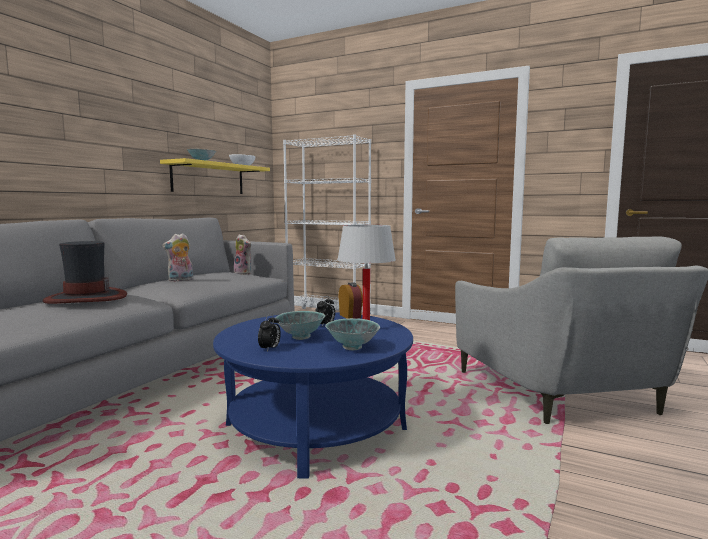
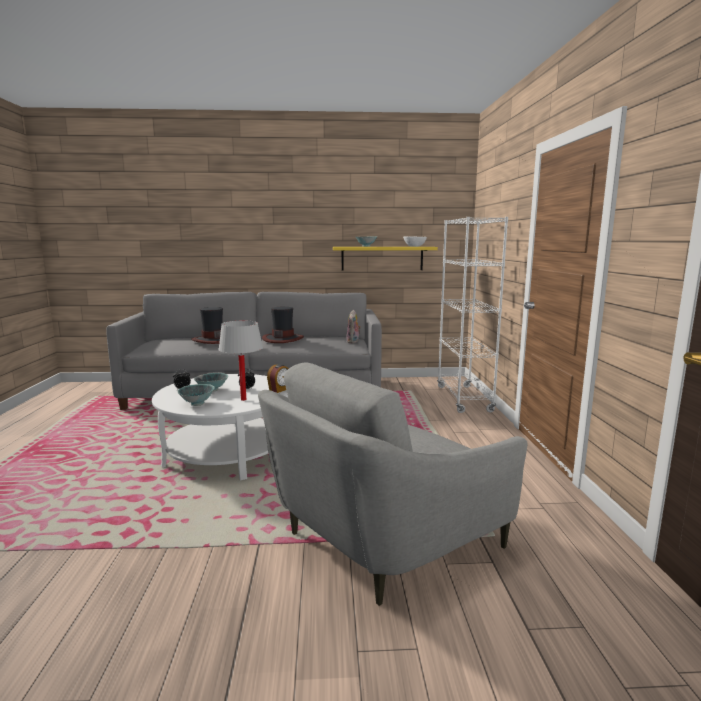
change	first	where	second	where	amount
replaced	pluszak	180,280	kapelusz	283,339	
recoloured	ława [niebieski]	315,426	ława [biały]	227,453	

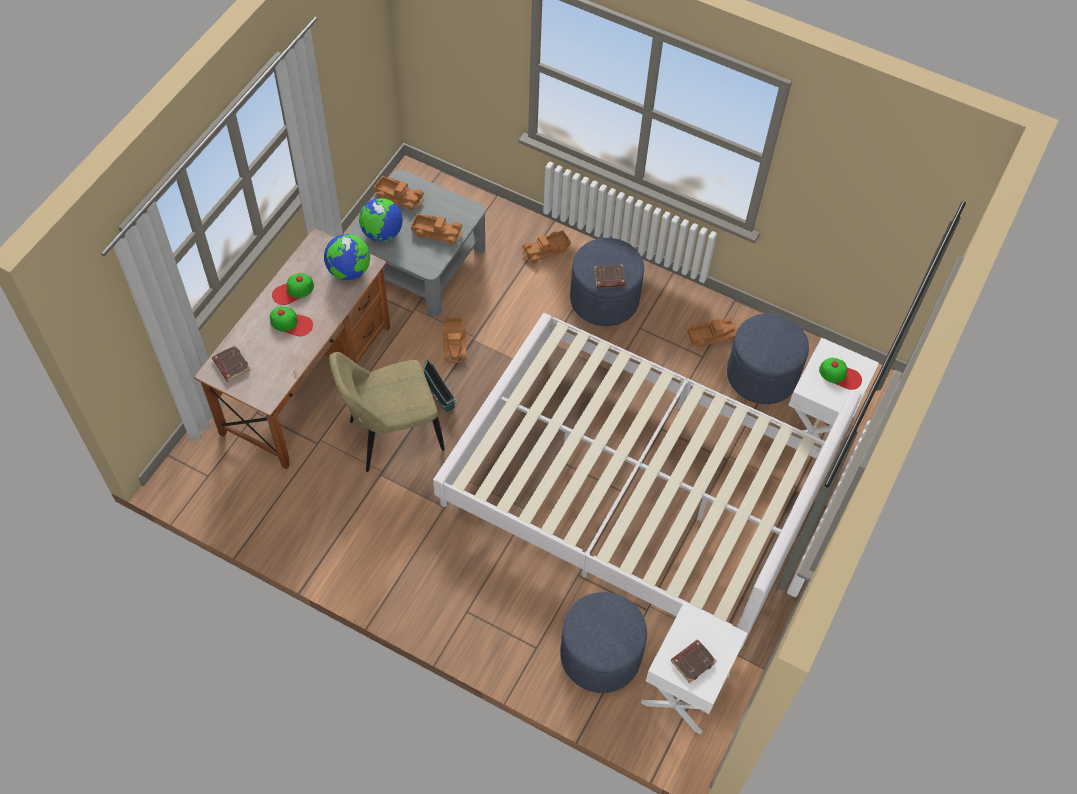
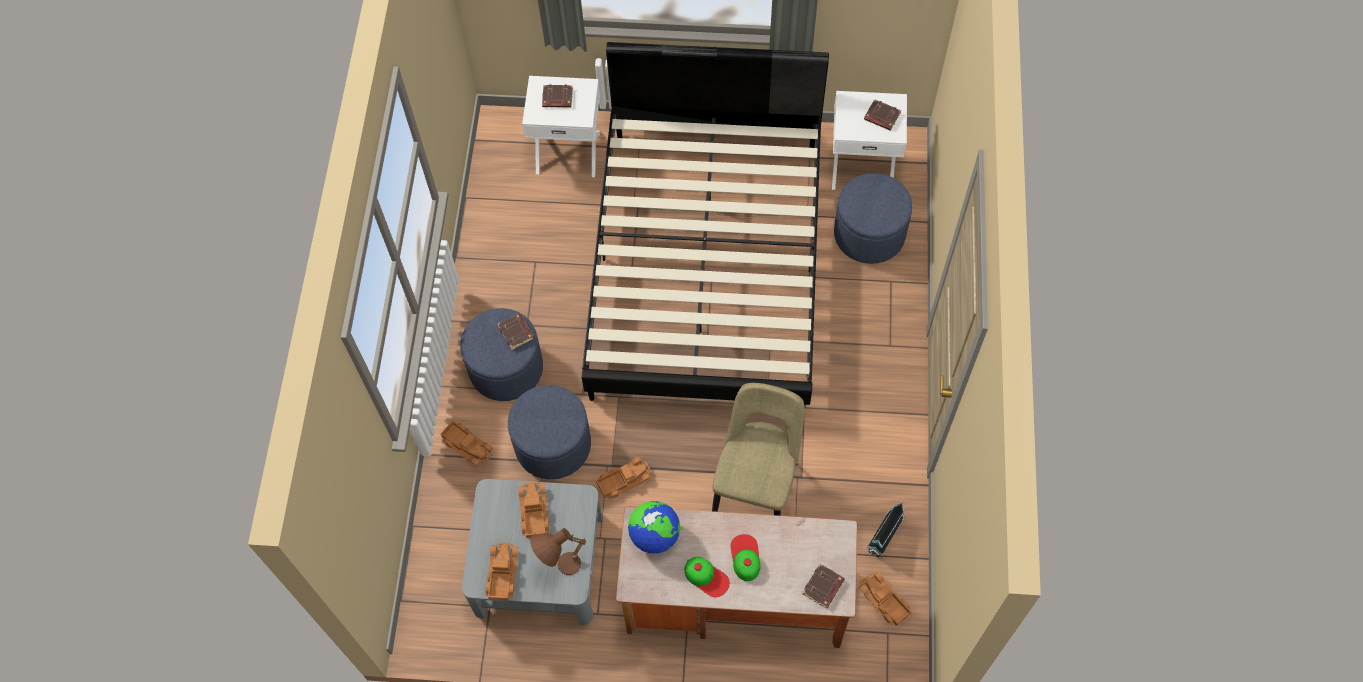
change	first	where	second	where	amount
turned	krzesło [beżowy]	391,436		757,487	120 degrees counterclockwise
replaced	globus	382,233	lampa stołowa [brązowy]	560,566	
moved	domek	440,395		885,535	
recoloured	łóżko [biały]	633,491	łóżko [czarny]	707,266	
moved	ciężarówka zabawkowa	711,335		883,601	
moved	pufa [niebieski]	762,375		553,444	
replaced	czapka z daszkiem	840,375	książka [brązowy]	557,98	

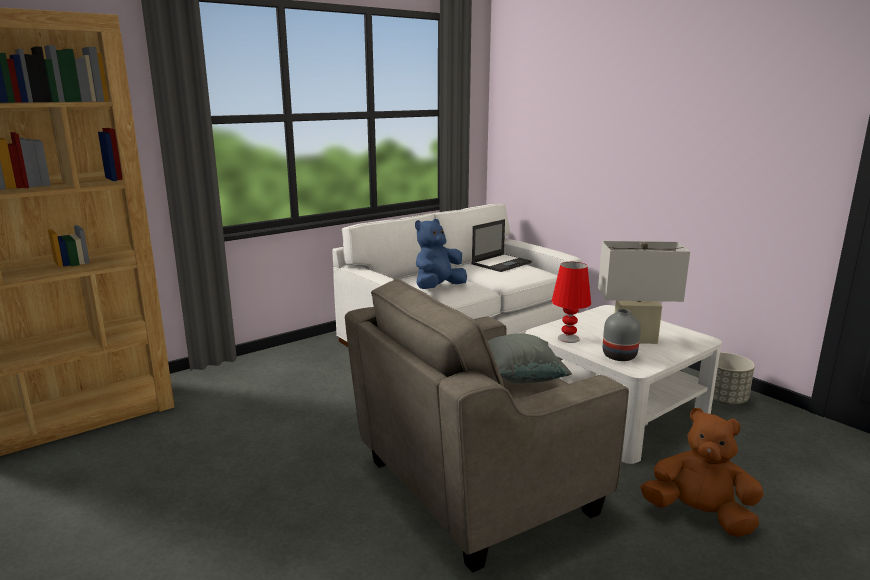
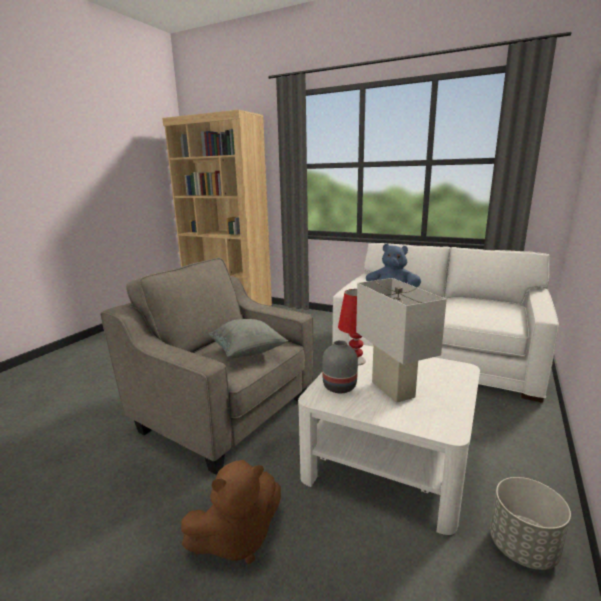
change	first	where	second	where	amount
removed	laptop	501,263			
turned	pluszak [brązowy]	699,515		237,539	60 degrees clockwise

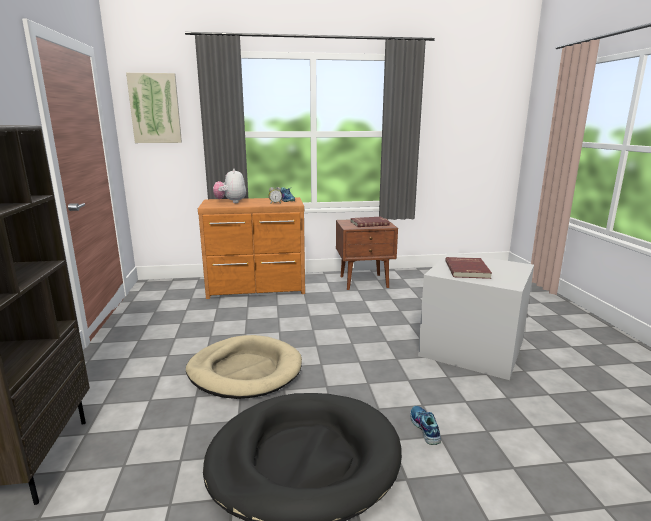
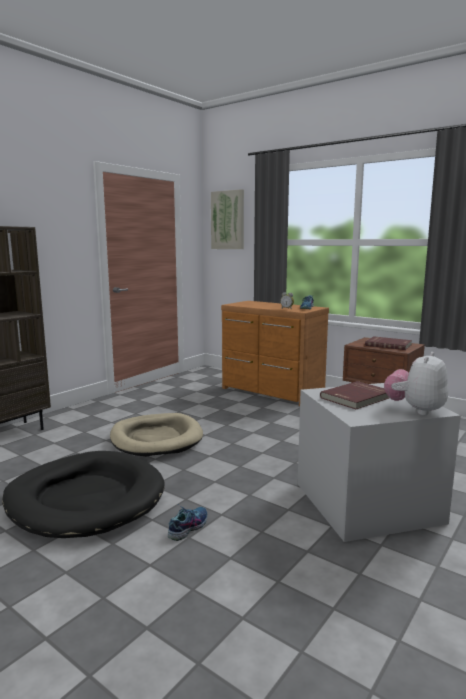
change	first	where	second	where	amount
moved	pluszak	231,202		415,410	

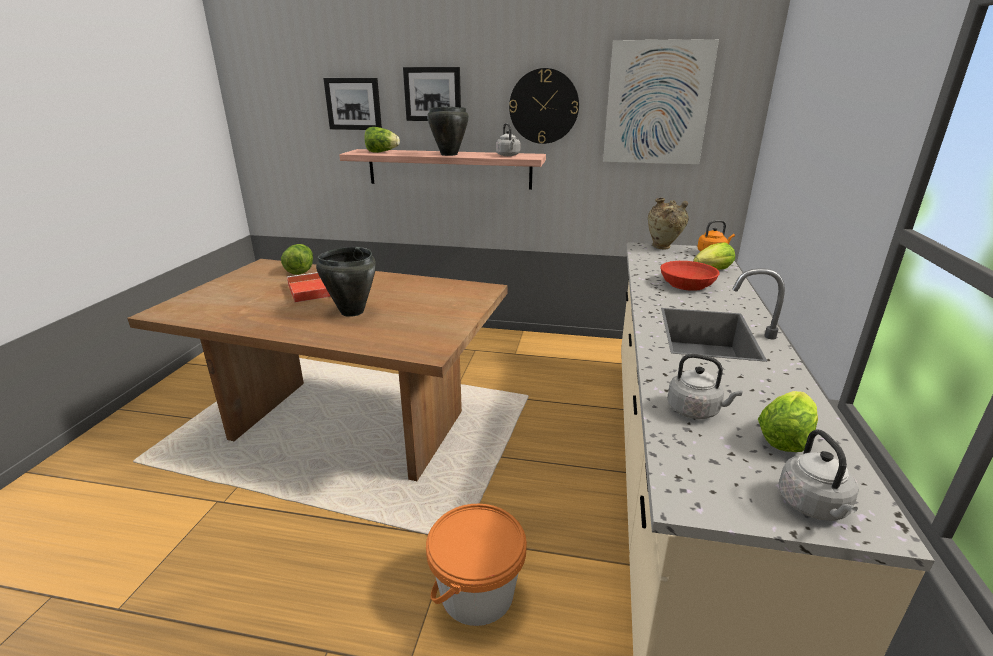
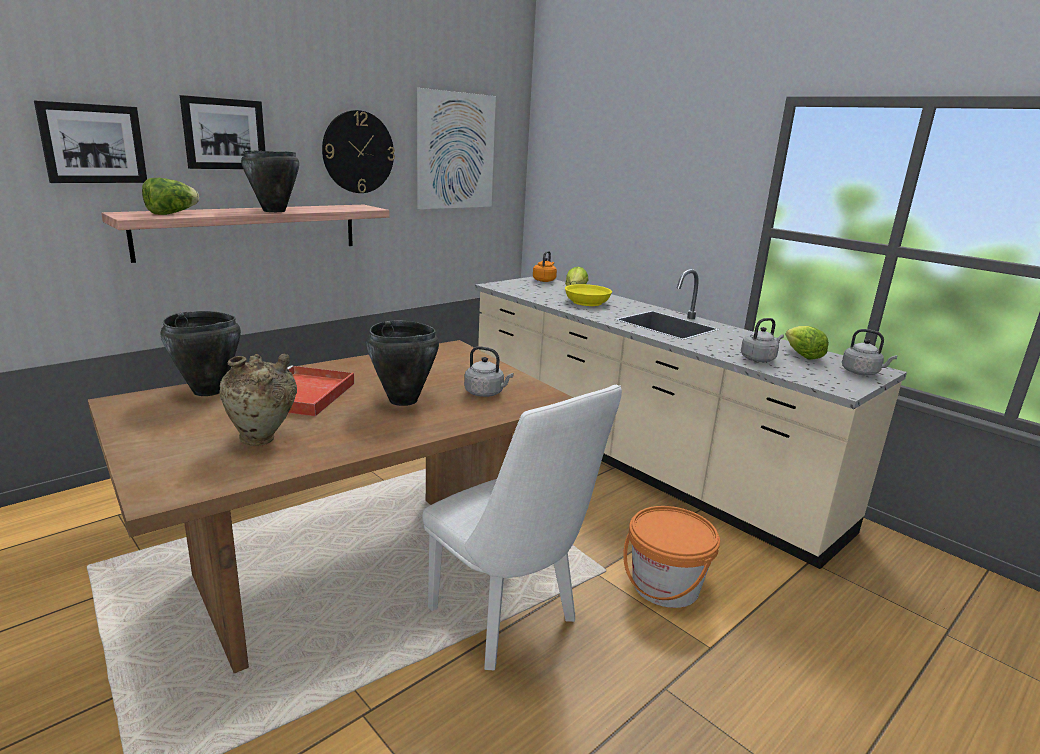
change	first	where	second	where	amount
replaced	sałata	301,270	garnek [czarny]	208,391	
moved	czajnik [szary]	508,155		486,393	
moved	wazon [beżowy]	663,248		263,440	
recoloured	miska [czerwony]	687,284	miska [żółty]	587,302	
added			krzesło [biały]	510,621	

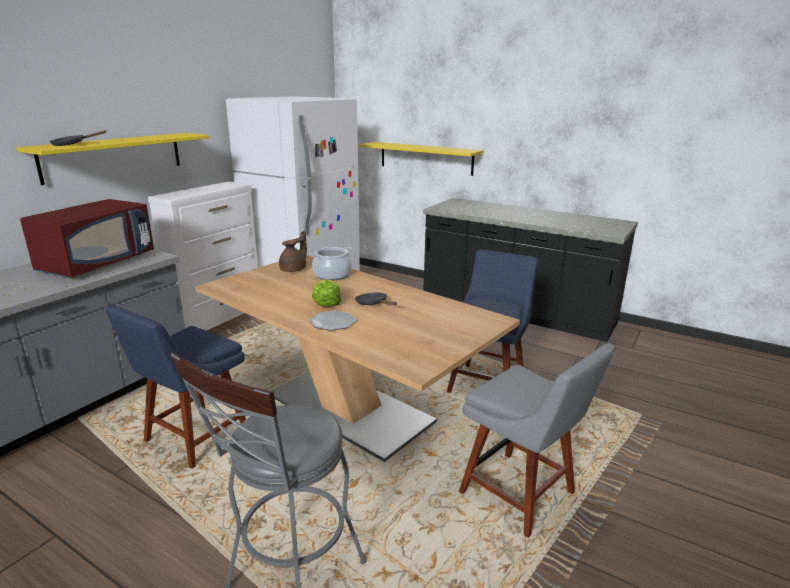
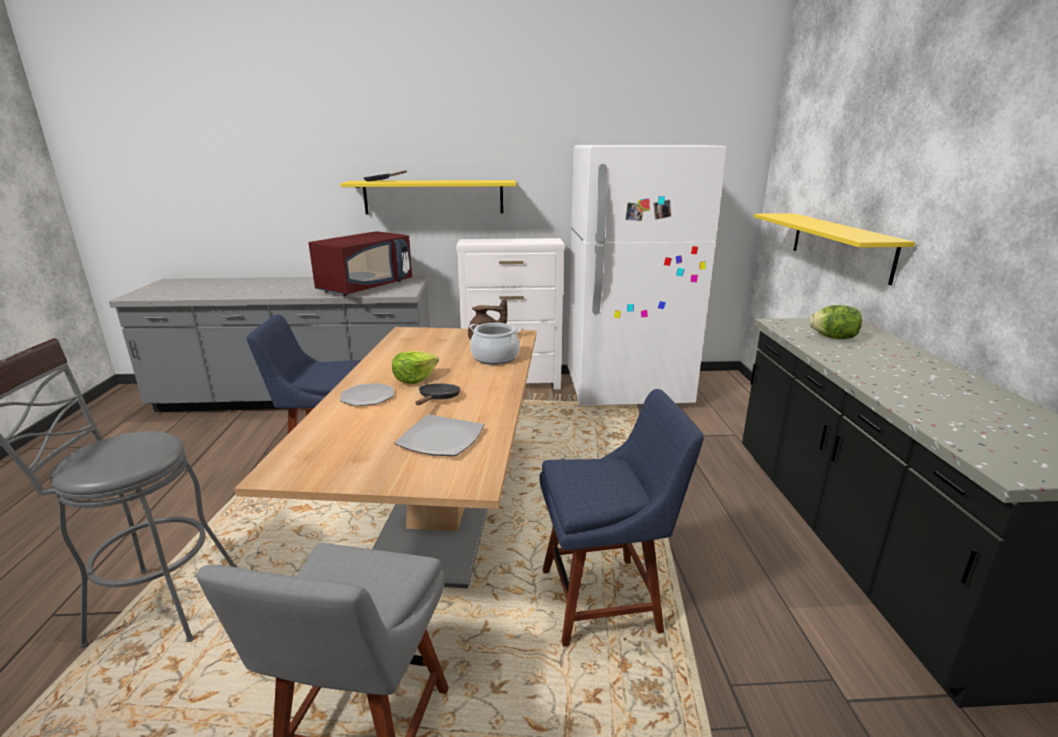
change	first	where	second	where	amount
turned	mikrofalówka [czerwony]	98,264		366,287	45 degrees counterclockwise
added			talerz	440,438	
added			sałata	833,338	

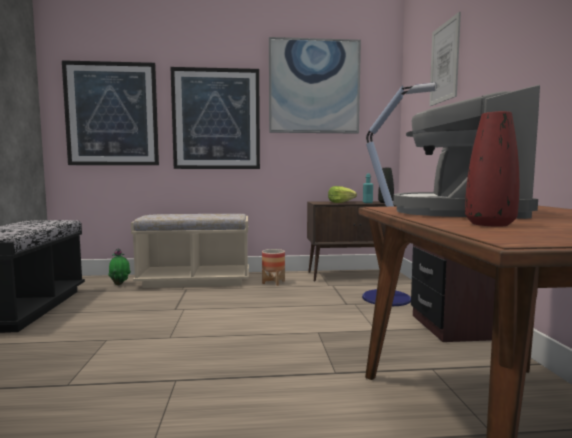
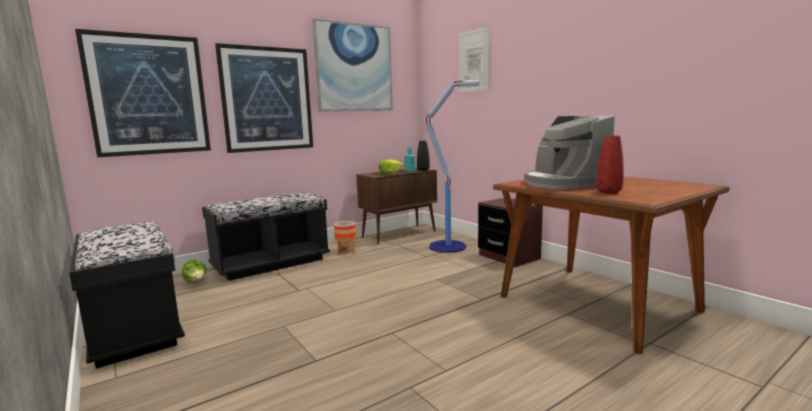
change	first	where	second	where	amount
replaced	roślina doniczkowa	120,284	sałata	196,282	
recoloured	ławka [beżowy]	195,280	ławka [czarny]	271,263	

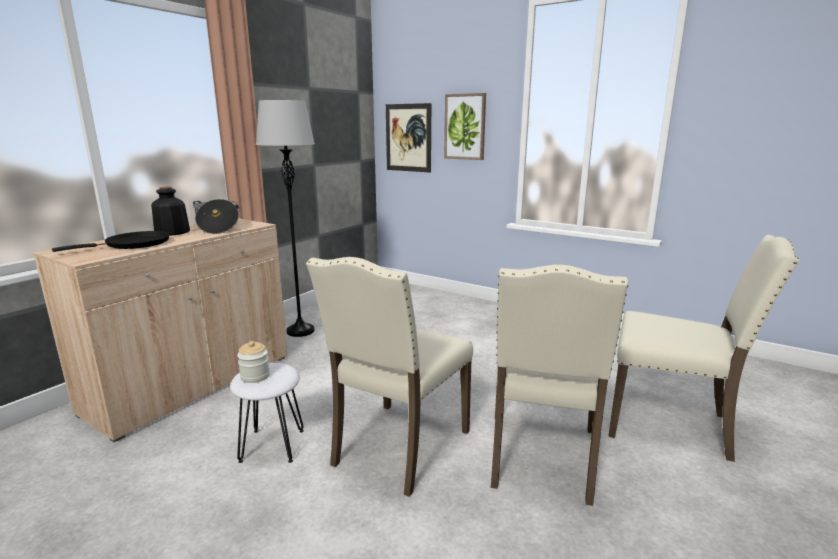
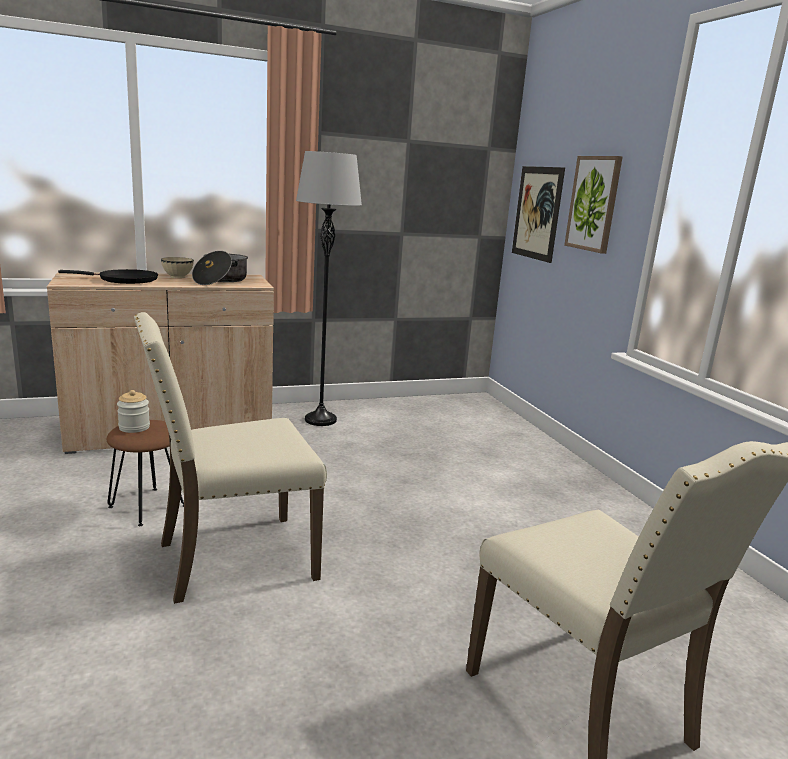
change	first	where	second	where	amount
replaced	butelka	172,232	miska [beżowy]	177,277	
recoloured	stołek [biały]	271,445	stołek [brązowy]	147,506	
removed	krzesło [beżowy]	541,458			

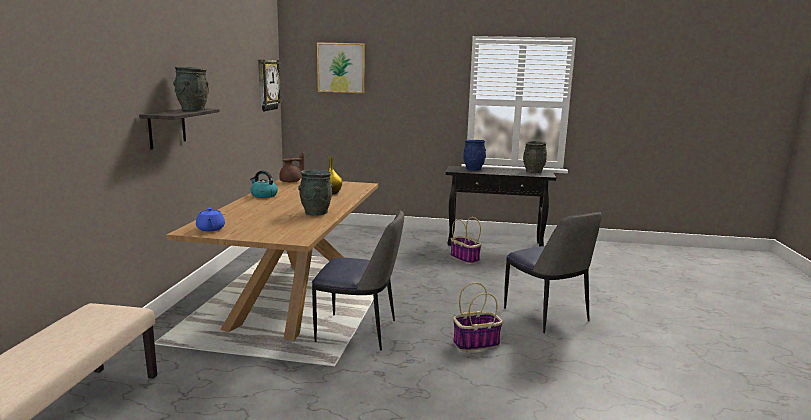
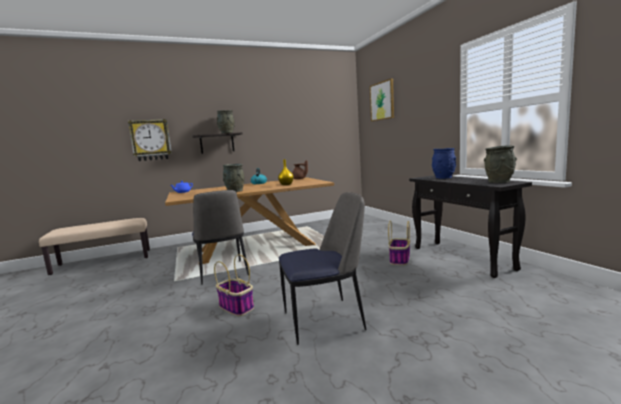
change	first	where	second	where	amount
moved	zegar ścienny	267,85		151,140	
turned	krzesło	547,316		326,320	135 degrees counterclockwise

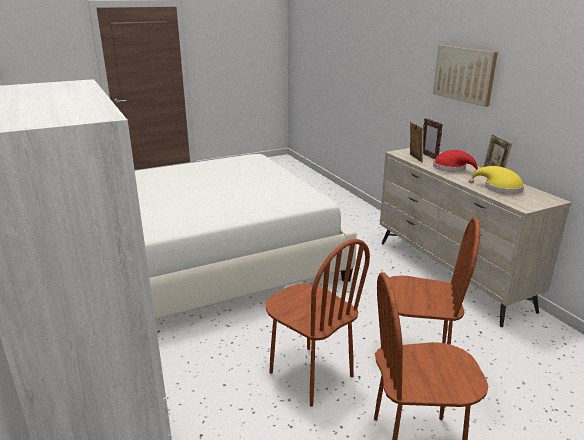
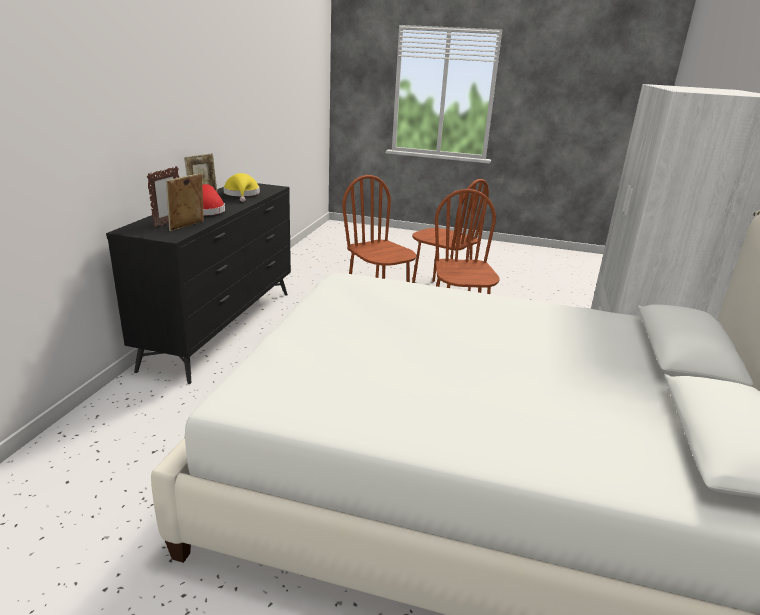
change	first	where	second	where	amount
recoloured	komoda [beżowy]	450,274	komoda [czarny]	223,327	
removed	obraz	464,74			

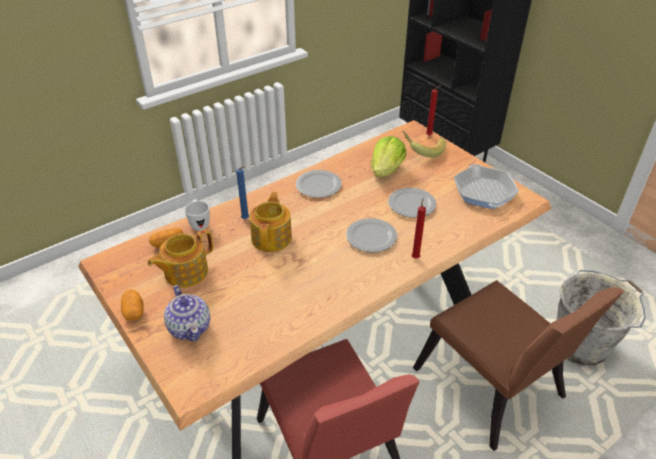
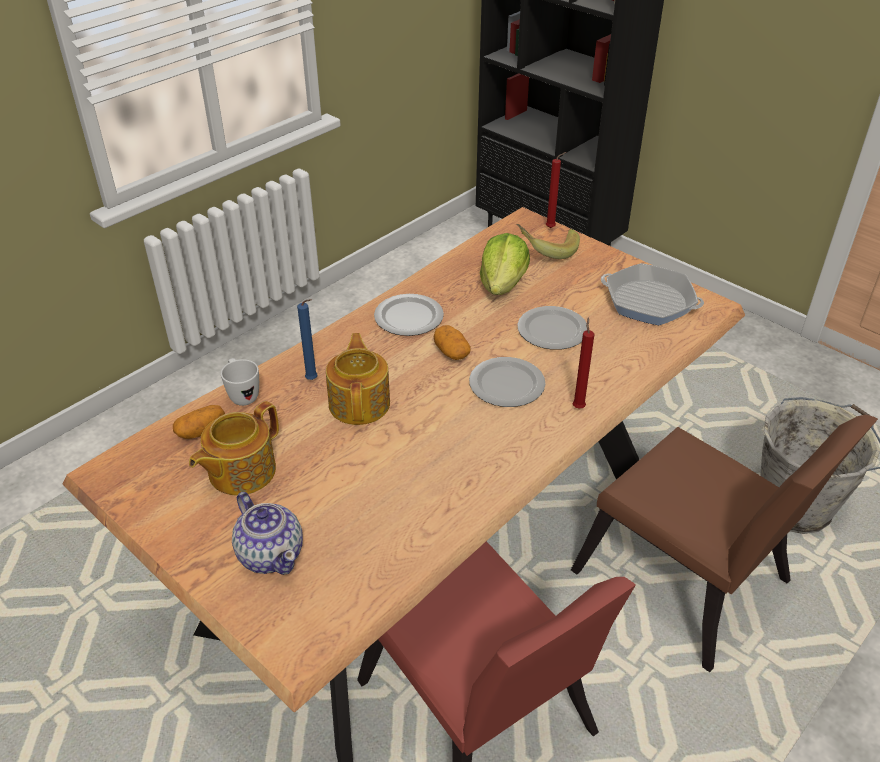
change	first	where	second	where	amount
moved	ziemniak	134,311		451,352	
turned	patelnia	484,192		649,301	45 degrees counterclockwise

